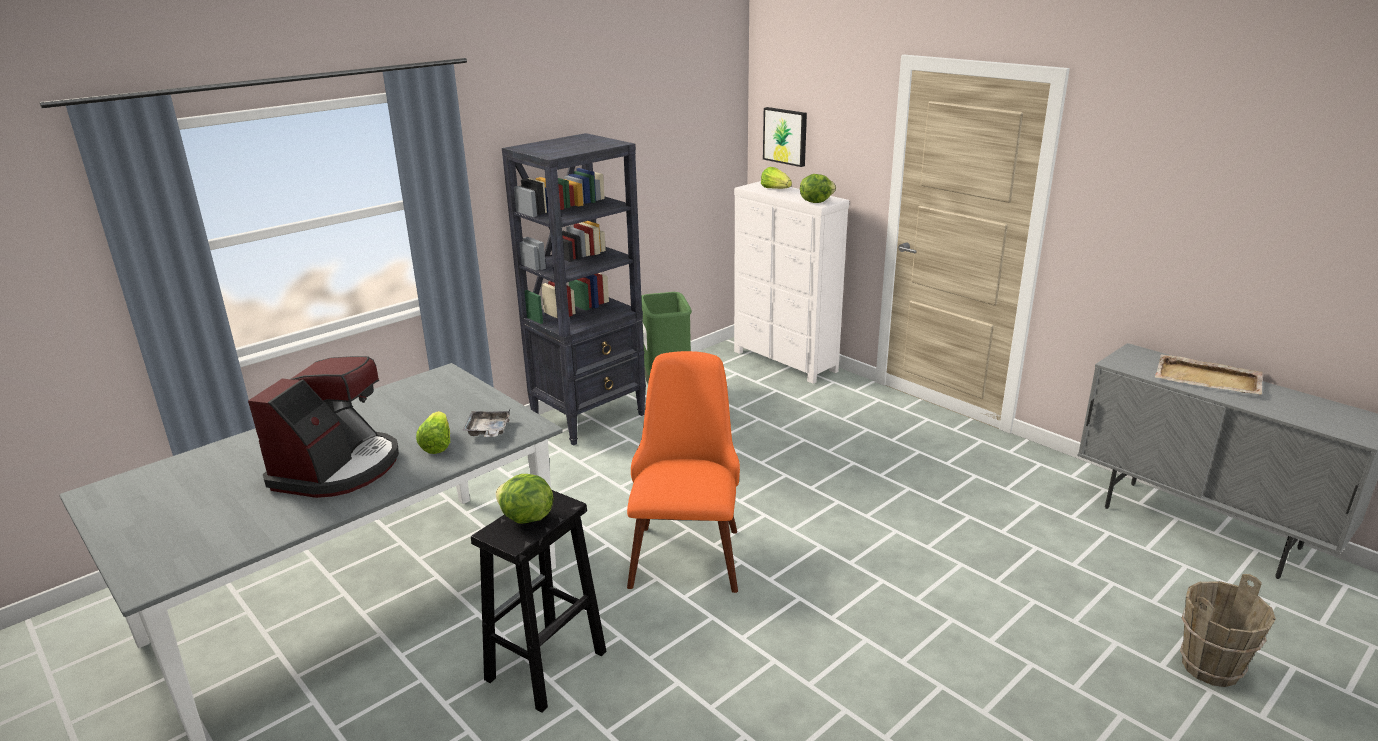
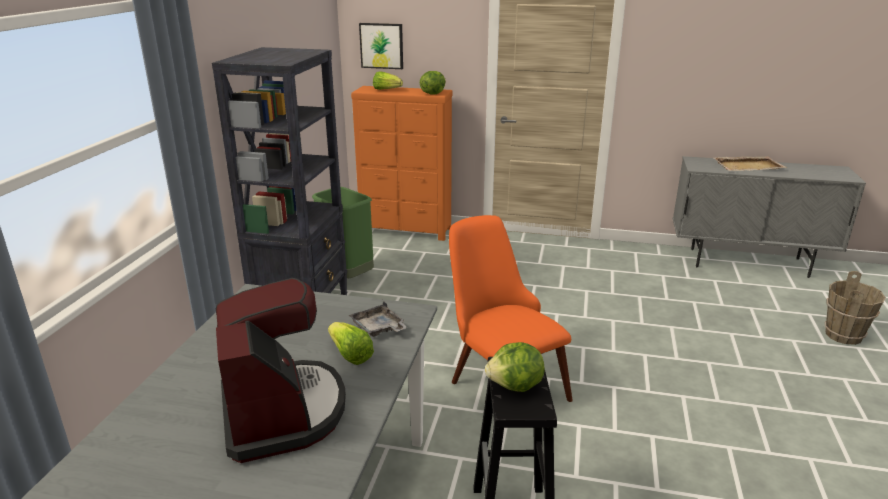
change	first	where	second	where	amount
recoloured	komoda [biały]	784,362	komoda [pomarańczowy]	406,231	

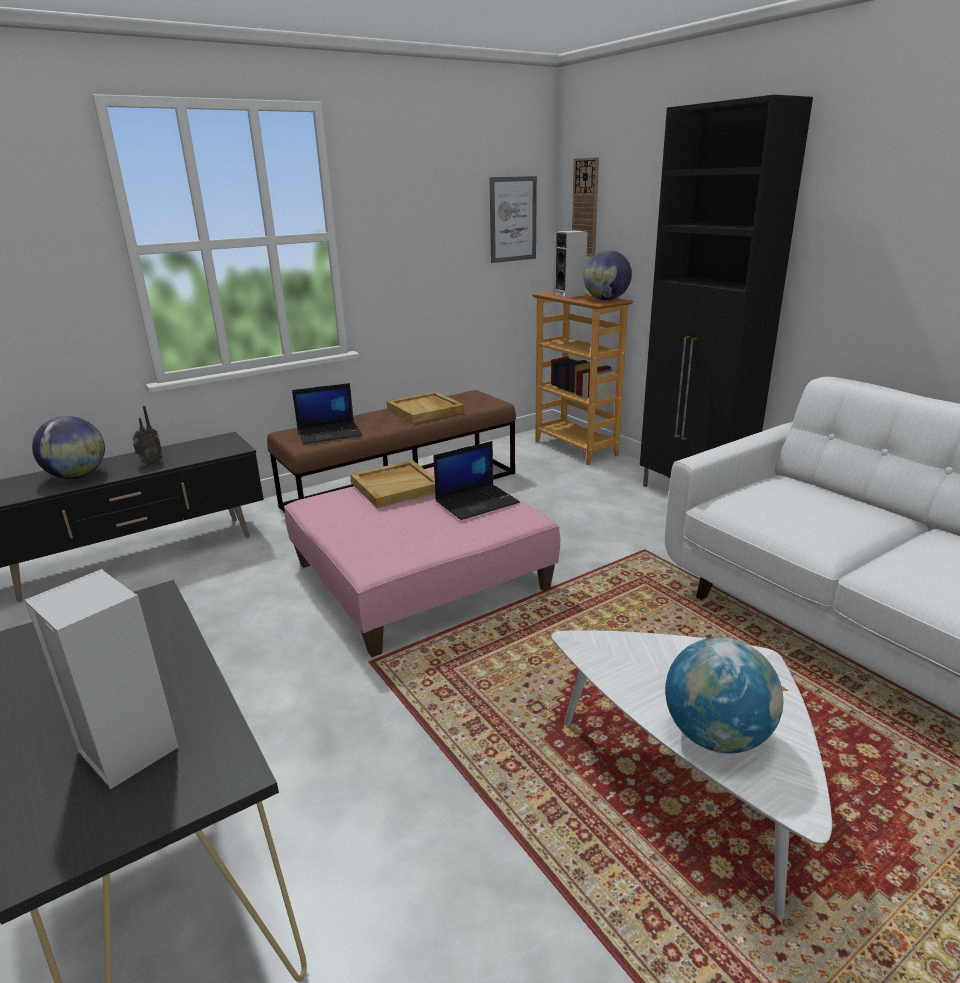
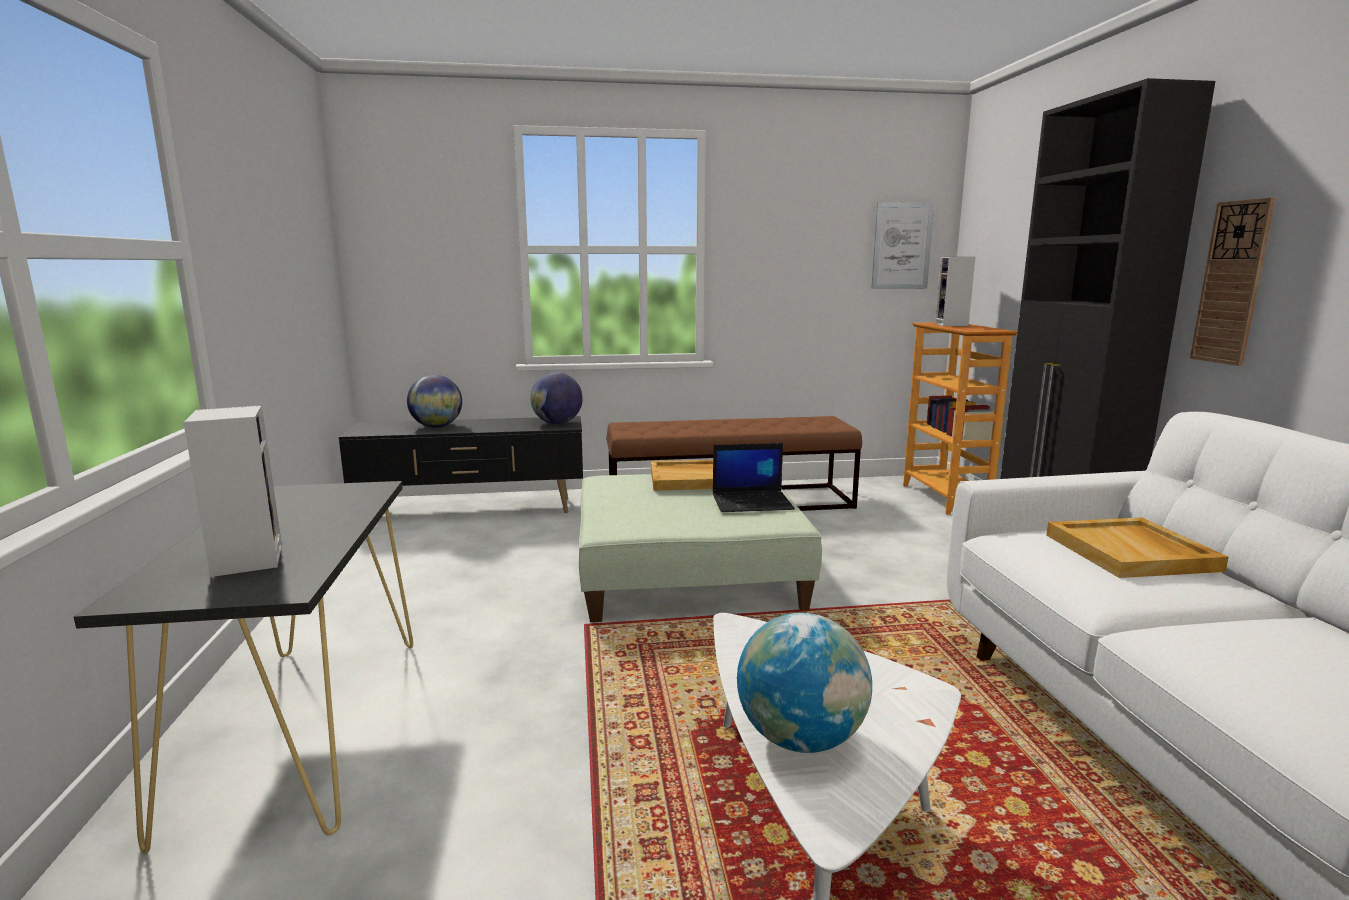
change	first	where	second	where	amount
removed	radio	150,463			
recoloured	pufa [różowy]	420,576	pufa [zielony]	688,571	
removed	laptop	330,433			
moved	taca [beżowy]	426,410		1132,552	
moved	zegar ścienny	585,207		1232,283	
moved	globus	606,299		557,423	

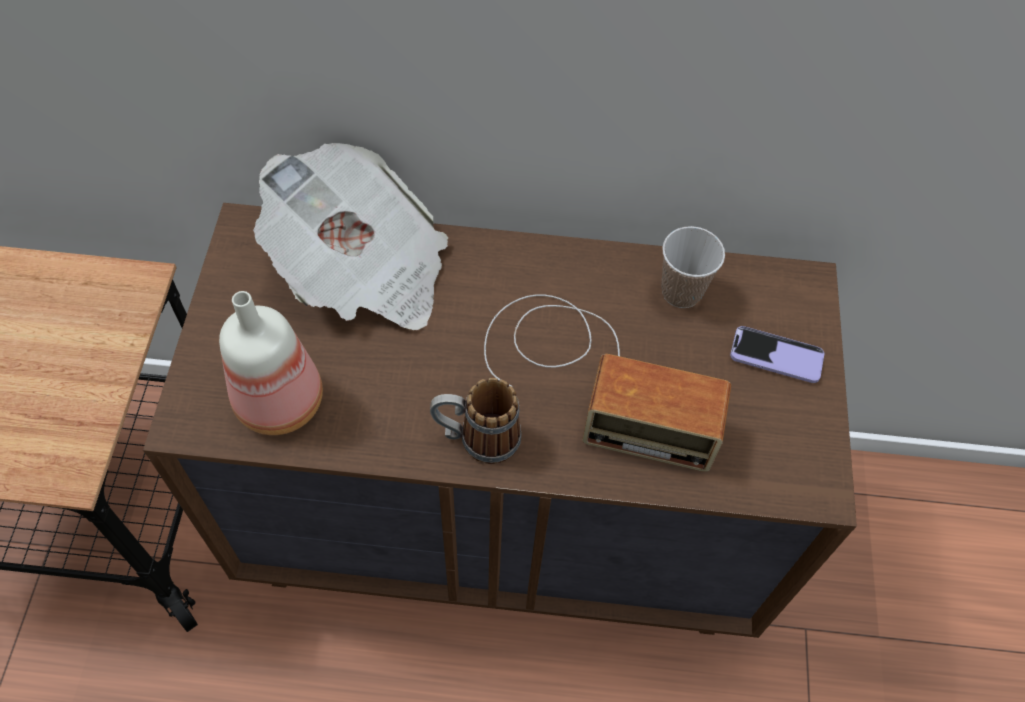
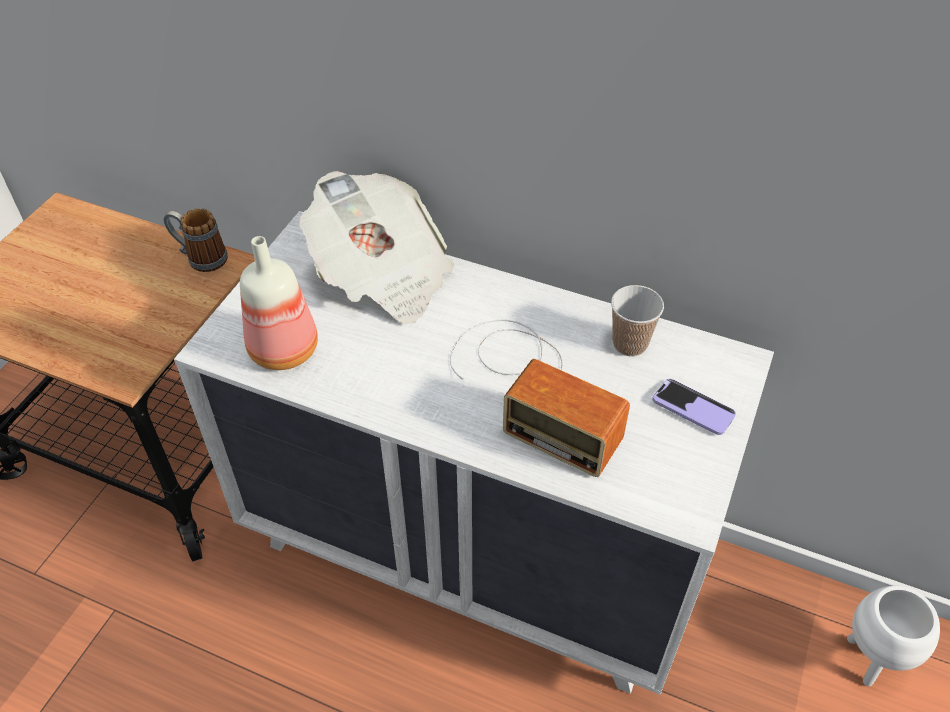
change	first	where	second	where	amount
recoloured	komoda [brązowy]	505,522	komoda [biały]	476,549	
moved	kubek	477,438		200,258	
added			donica [biały]	870,660	

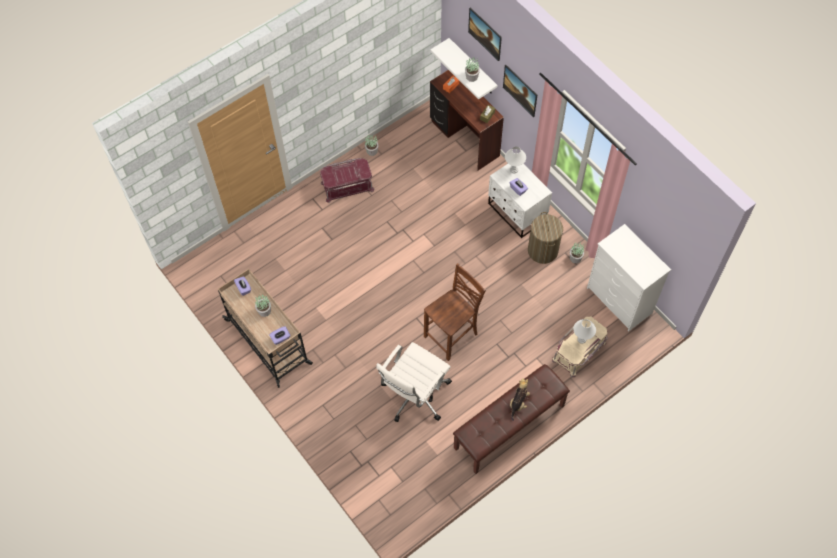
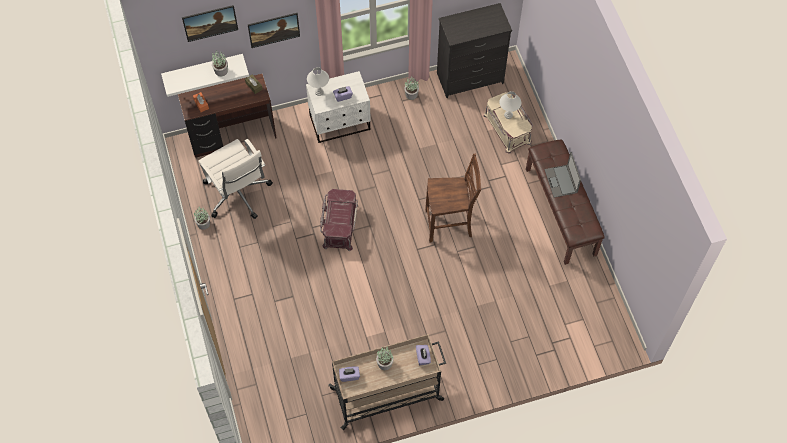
change	first	where	second	where	amount
moved	pojemnik do przechowywania [czerwony]	347,185		339,225	
moved	krzesło biurowe [biały]	414,395		238,194	
turned	krzesło [brązowy]	452,336		450,225	105 degrees clockwise
replaced	pluszak	518,402	laptop	561,181	
removed	kosz na pranie	543,250			
recoloured	komoda [biały]	619,301	komoda [czarny]	470,78	

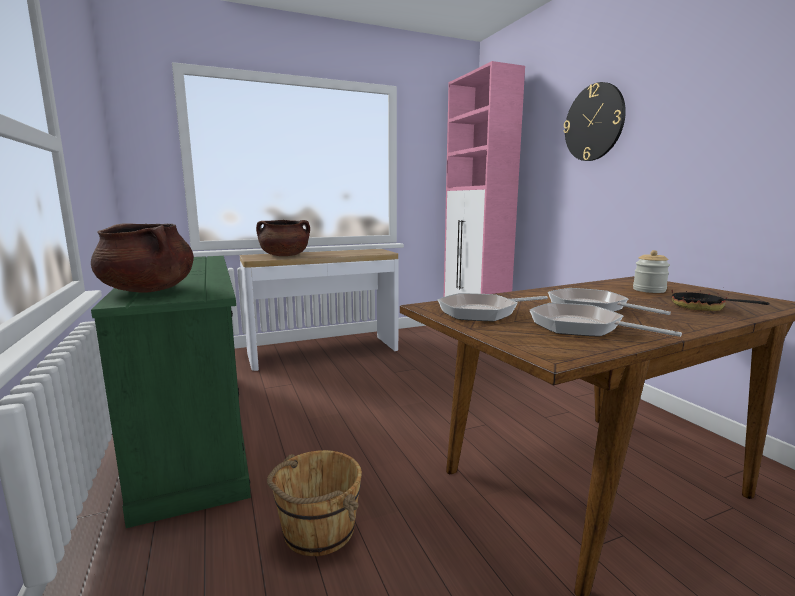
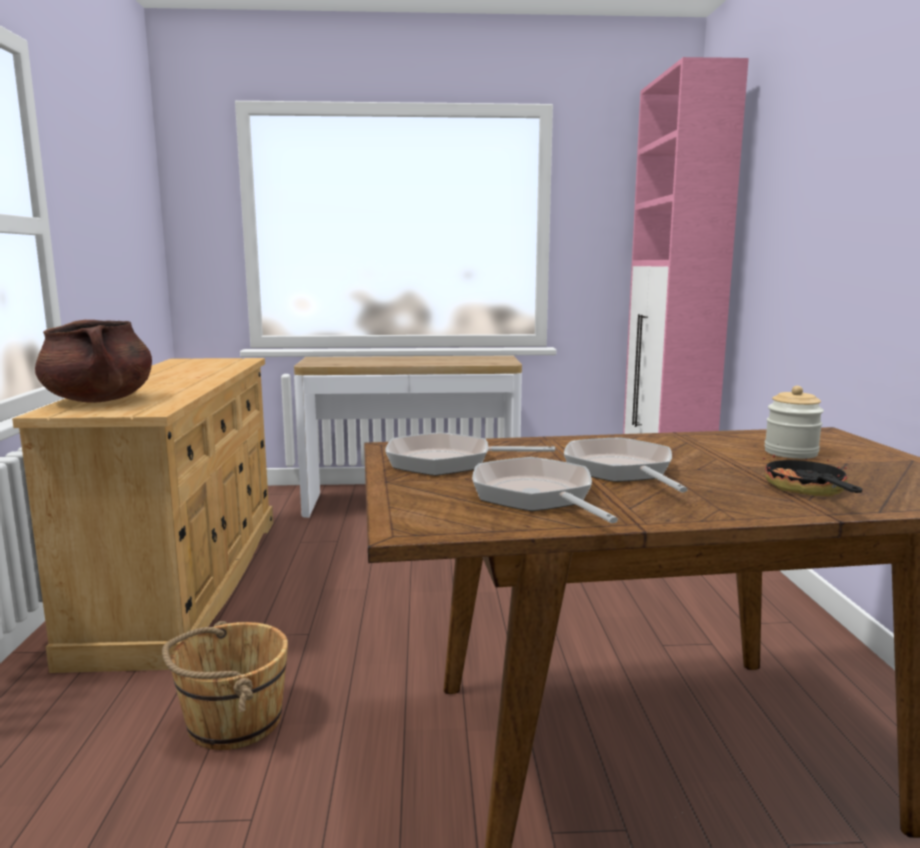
change	first	where	second	where	amount
recoloured	komoda [zielony]	195,430	komoda [beżowy]	186,580	
removed	garnek [brązowy]	284,255			
removed	zegar ścienny	594,122			

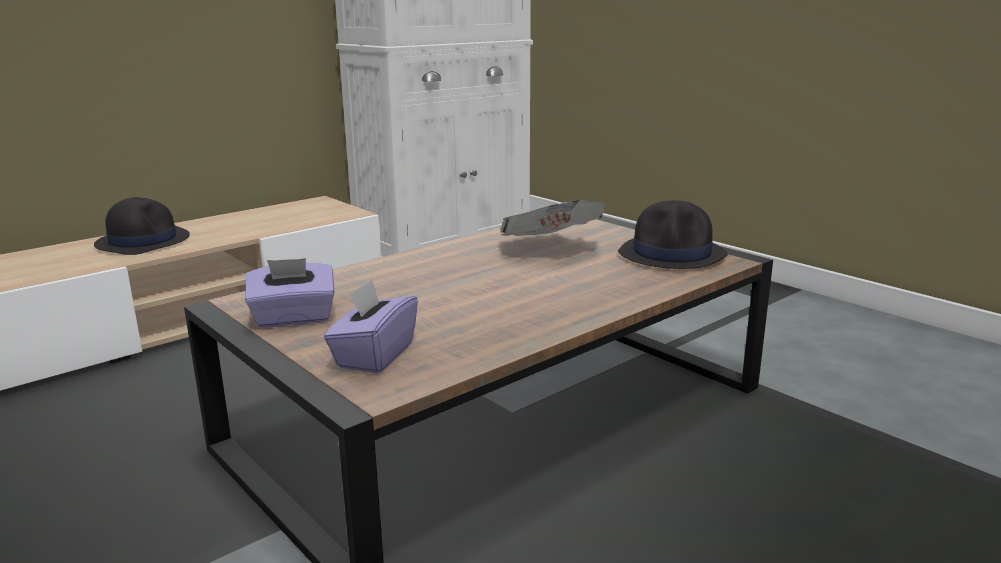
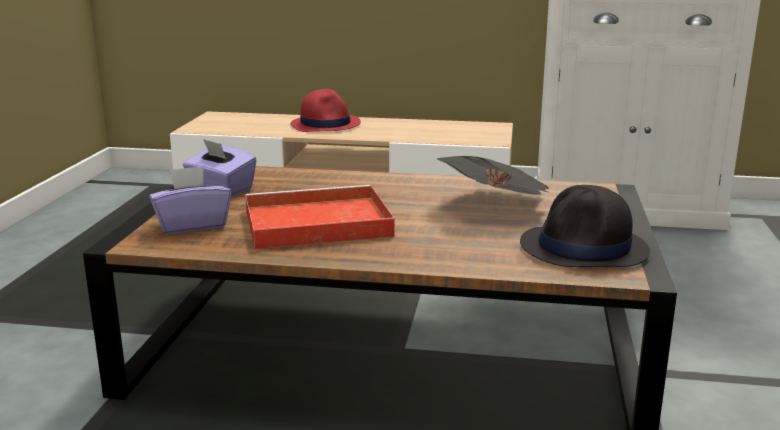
change	first	where	second	where	amount
recoloured	kapelusz [czarny]	143,241	kapelusz [czerwony]	326,124	
added			taca [czerwony]	314,224	

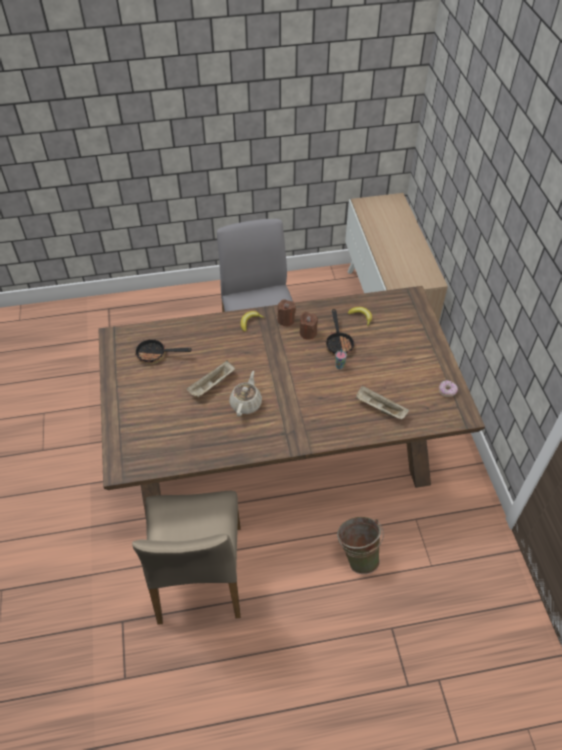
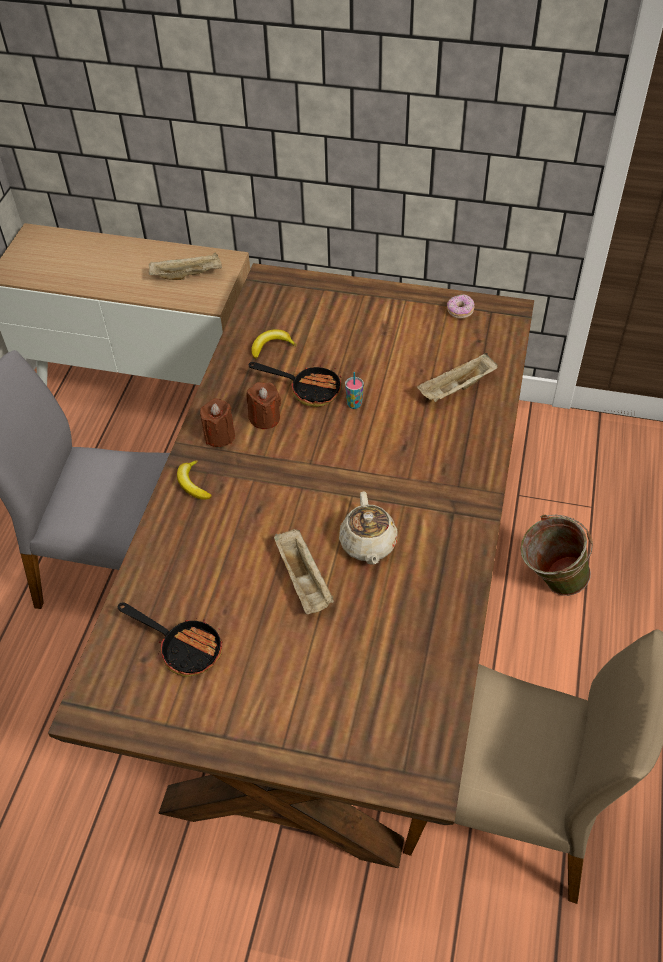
change	first	where	second	where	amount
turned	patelnia	156,355		183,647	90 degrees counterclockwise
turned	imbryk [beżowy]	246,403		368,544	135 degrees counterclockwise
added			taca [beżowy]	188,275	

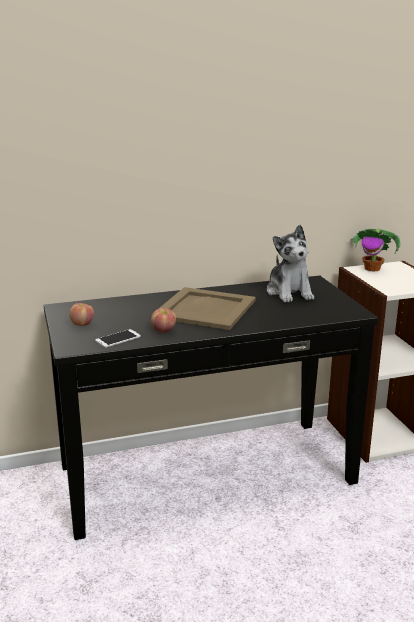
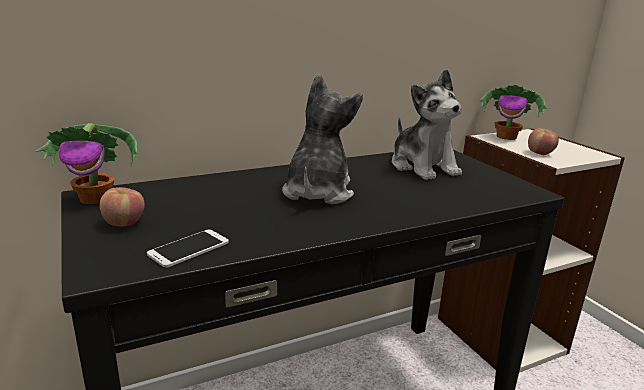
change	first	where	second	where	amount
moved	jabłko	163,330		540,153	
replaced	taca [beżowy]	204,309	pluszak	317,192	
added			roślina doniczkowa	96,198	

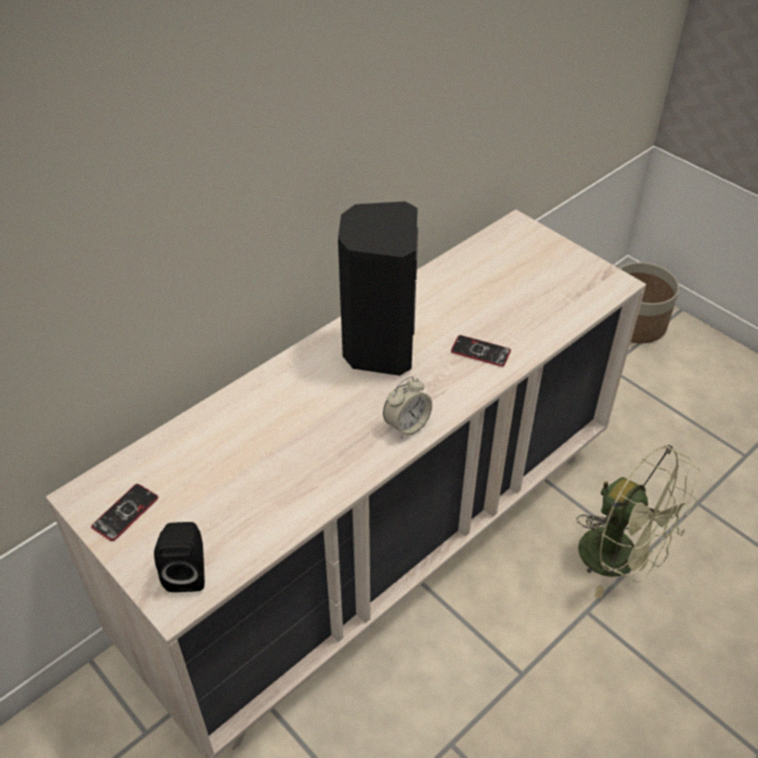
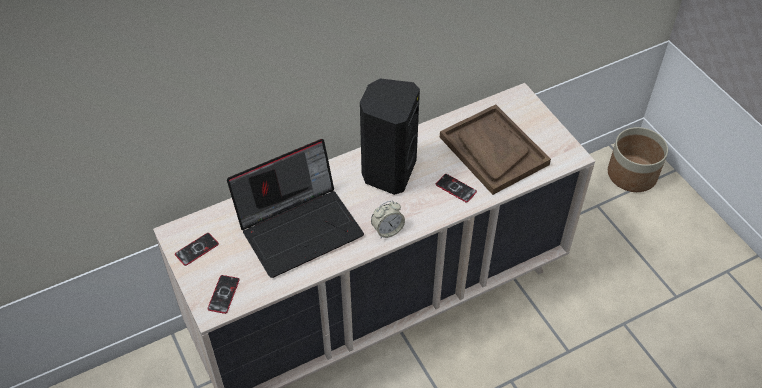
change	first	where	second	where	amount
replaced	głośnik [czarny]	188,572	telefon	223,294	
removed	wentylator [zielony]	621,559			
added			laptop	300,227	
added			taca [brązowy]	493,150	

